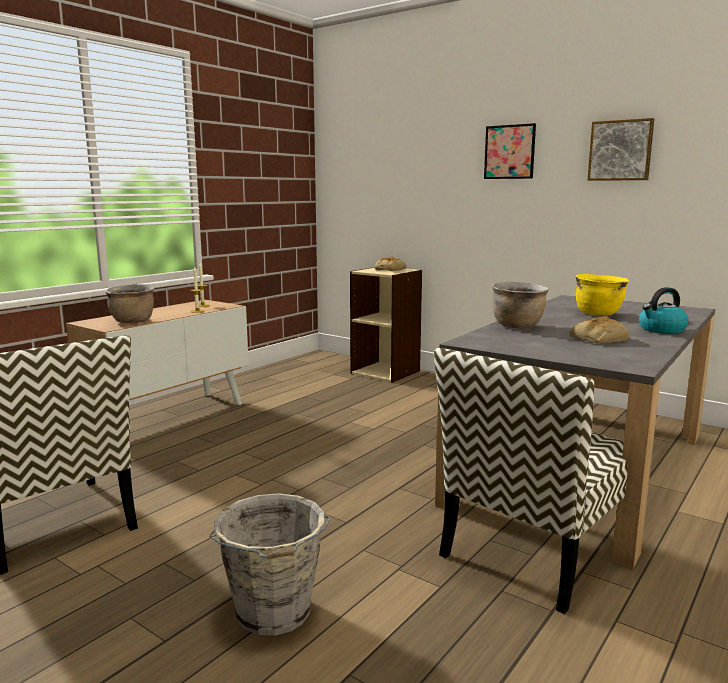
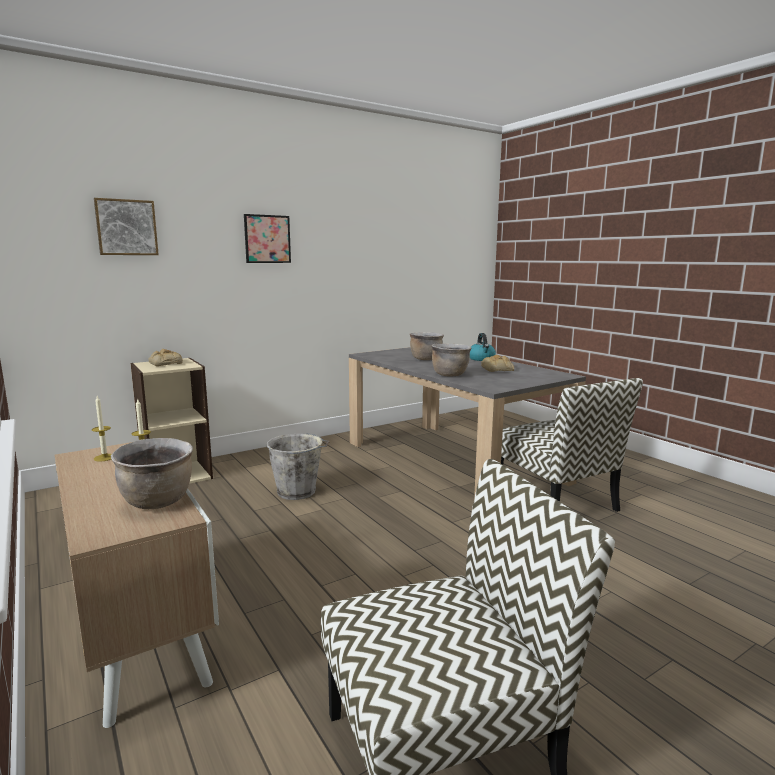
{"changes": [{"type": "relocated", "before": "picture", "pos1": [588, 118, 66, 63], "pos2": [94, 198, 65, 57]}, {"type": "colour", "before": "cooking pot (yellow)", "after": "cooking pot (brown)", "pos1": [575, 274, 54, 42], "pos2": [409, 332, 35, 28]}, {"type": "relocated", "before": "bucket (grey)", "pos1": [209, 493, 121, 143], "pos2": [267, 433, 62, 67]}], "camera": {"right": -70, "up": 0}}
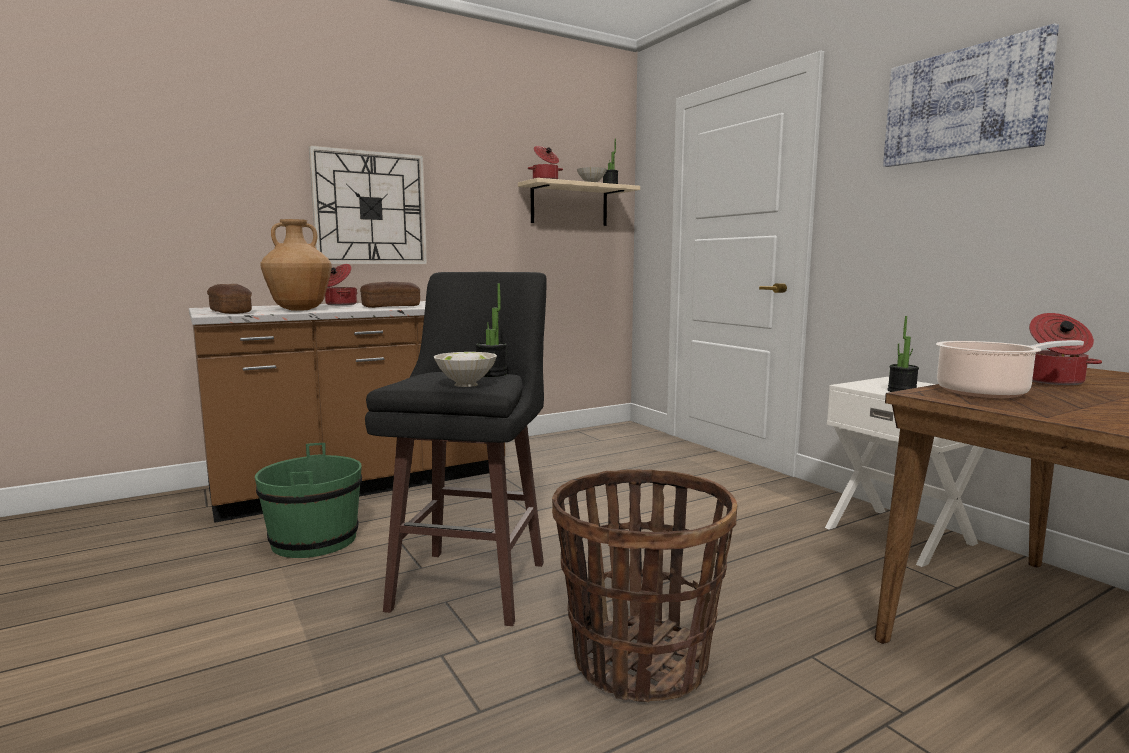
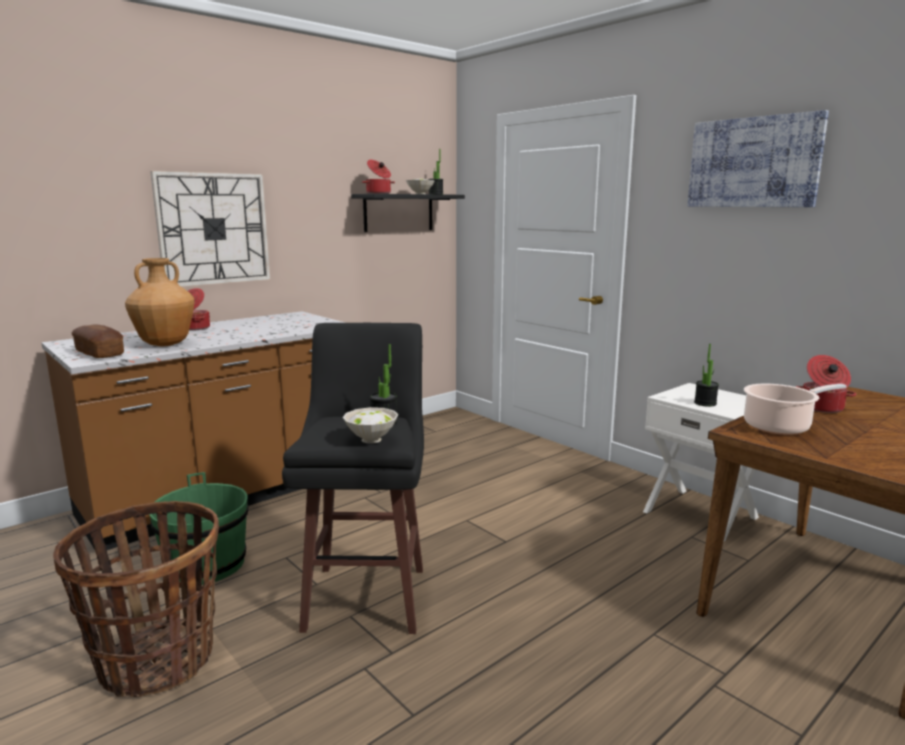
{"changes": [{"type": "colour", "before": "shelf (beige)", "after": "shelf (black)", "pos1": [518, 178, 122, 48], "pos2": [351, 194, 114, 38]}, {"type": "missing", "before": "bread", "pos1": [360, 282, 60, 26]}, {"type": "relocated", "before": "basket", "pos1": [552, 469, 185, 233], "pos2": [53, 501, 166, 196]}], "camera": {"right": -10, "up": 5}}
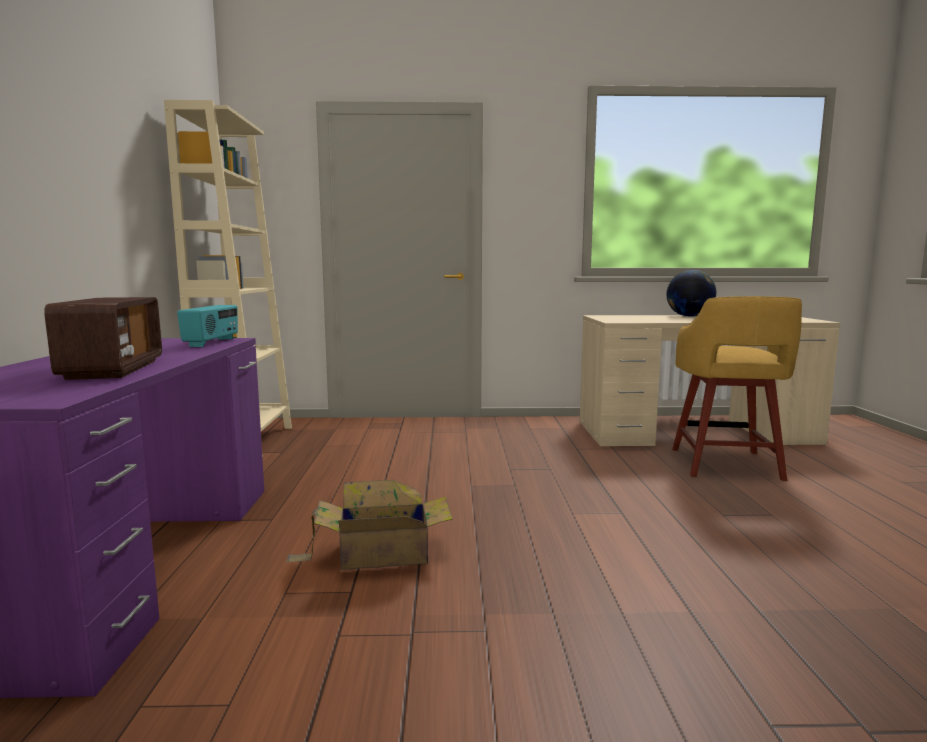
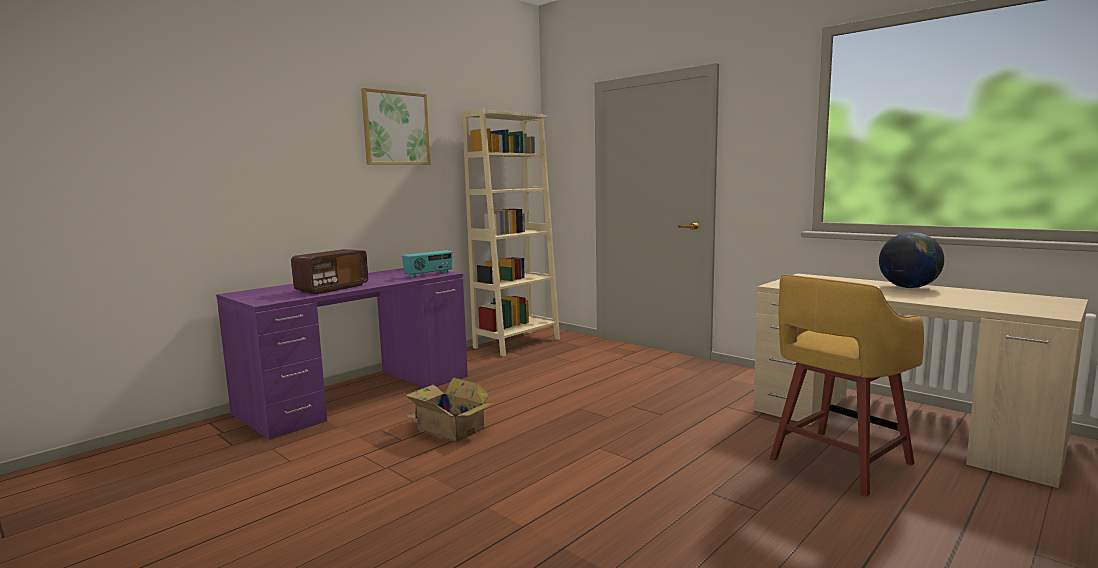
{"changes": [{"type": "appeared", "after": "picture", "pos2": [361, 88, 69, 77]}], "camera": {"right": 45, "up": 0}}
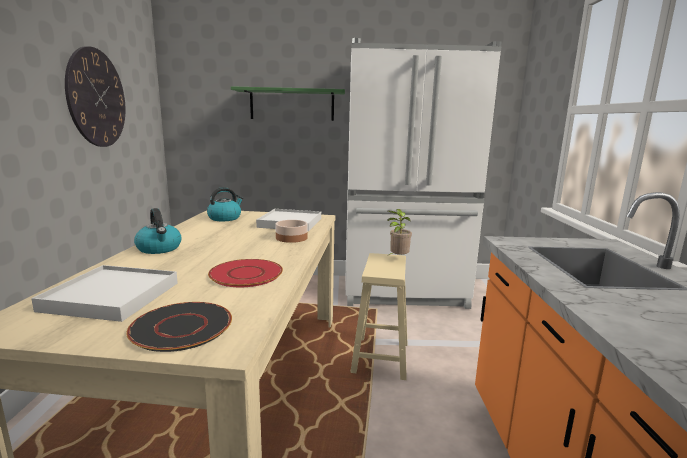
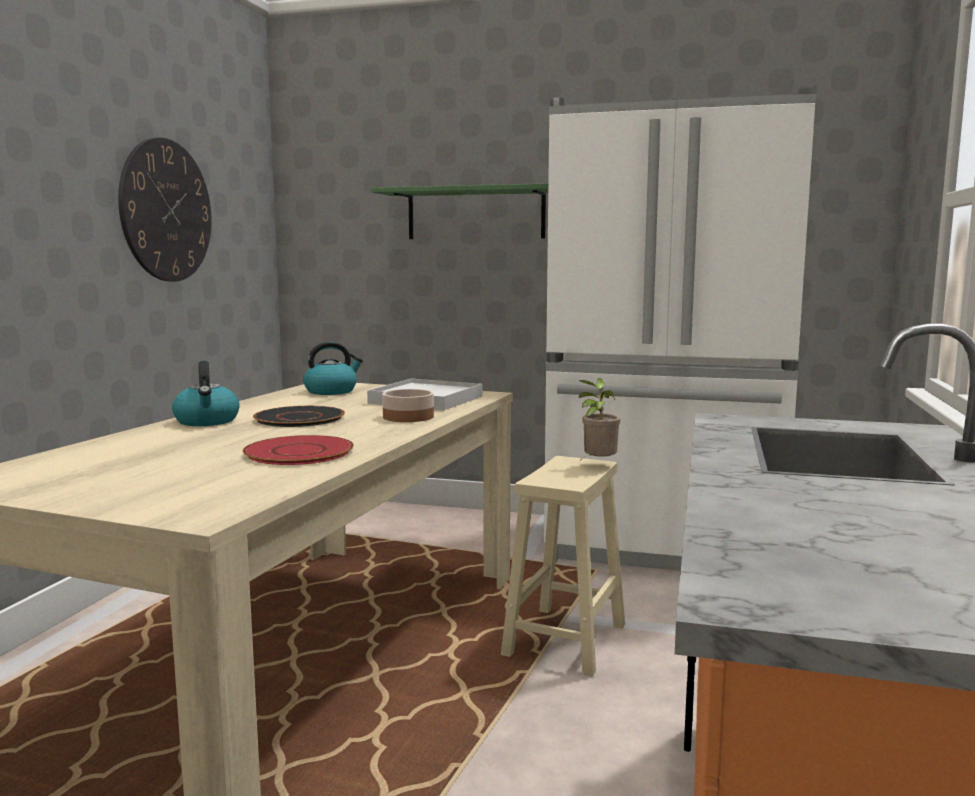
{"changes": [{"type": "missing", "before": "tray (white)", "pos1": [31, 265, 147, 57]}, {"type": "relocated", "before": "plate (black)", "pos1": [126, 302, 106, 50], "pos2": [253, 406, 92, 21]}], "camera": {"right": 15, "up": -5}}
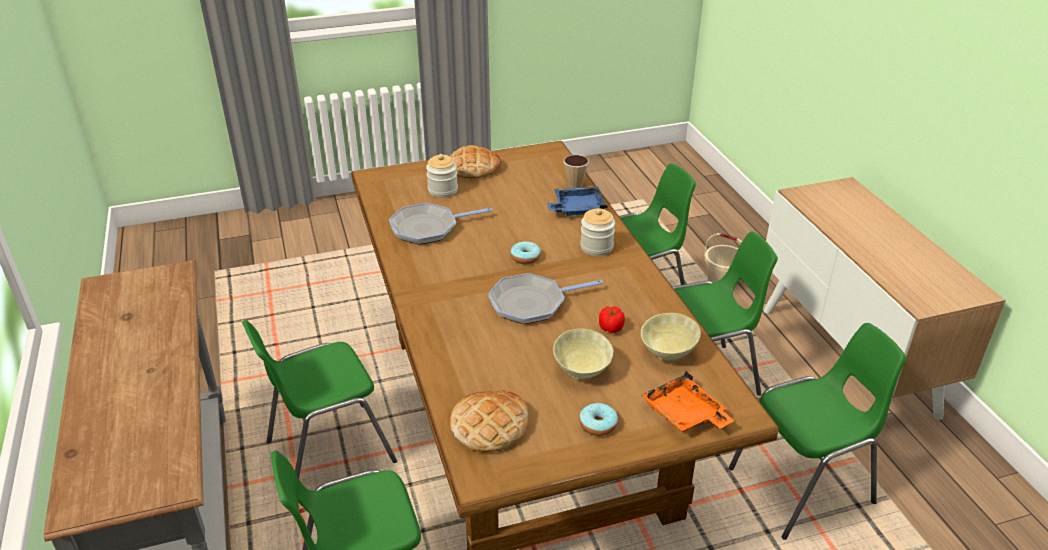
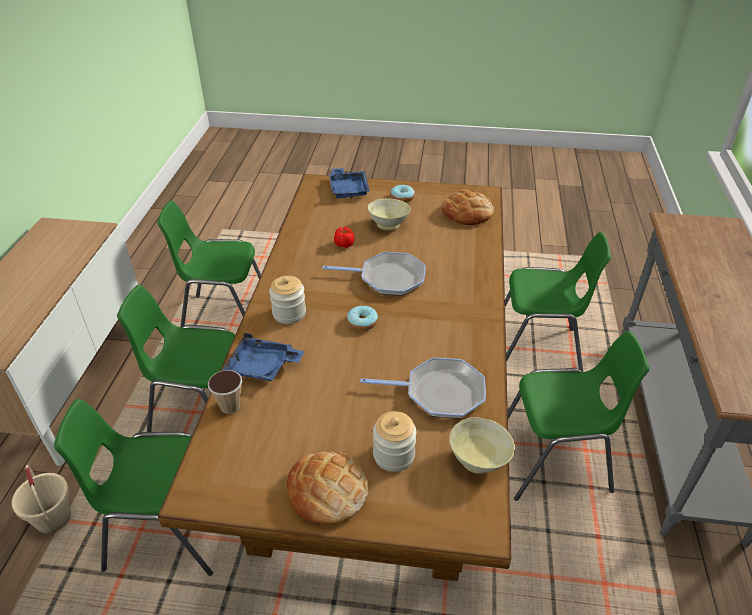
{"changes": [{"type": "relocated", "before": "bowl (beige)", "pos1": [641, 313, 60, 49], "pos2": [449, 417, 66, 57]}, {"type": "colour", "before": "tray (orange)", "after": "tray (blue)", "pos1": [642, 371, 92, 61], "pos2": [329, 168, 41, 30]}], "camera": {"right": -155, "up": 5}}
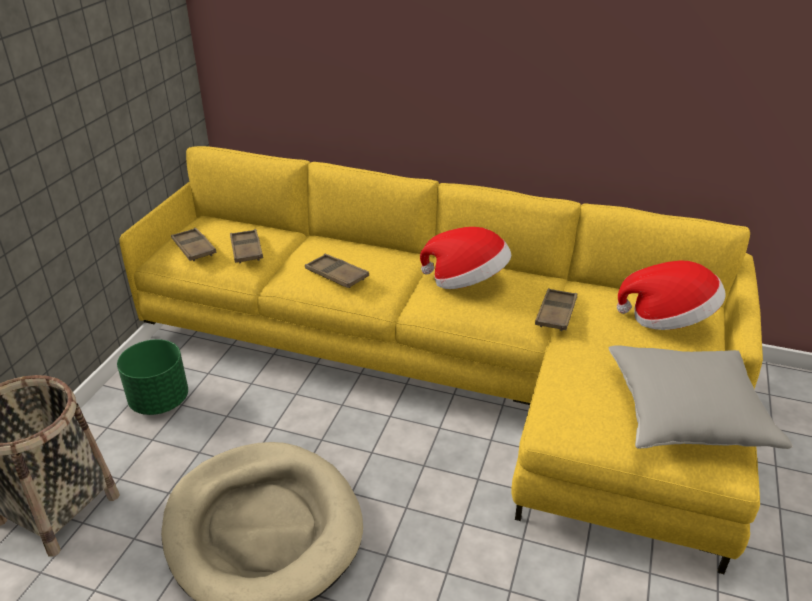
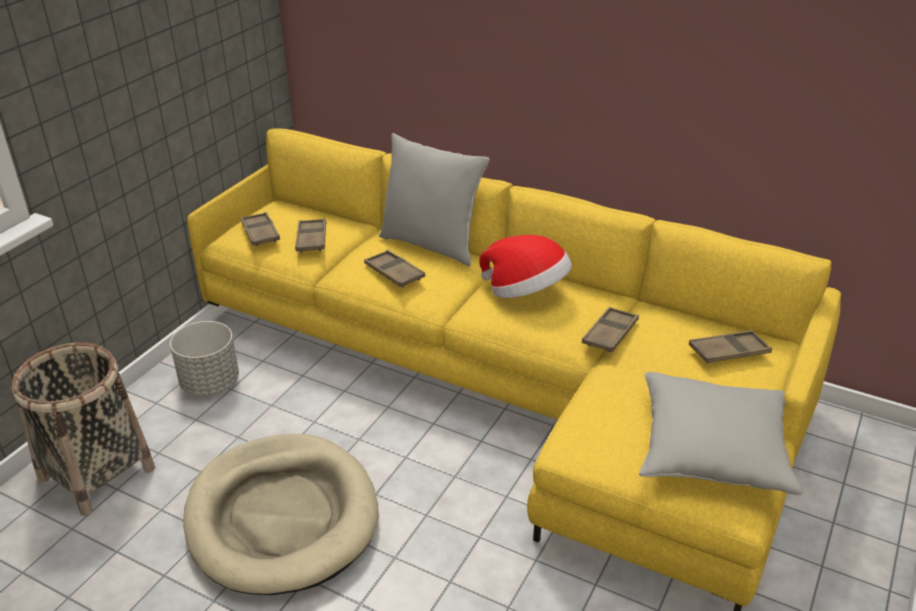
{"changes": [{"type": "exchanged", "before": "hat", "after": "tray (brown)", "pos1": [617, 260, 109, 70], "pos2": [689, 330, 83, 34]}, {"type": "colour", "before": "planter (green)", "after": "planter (grey)", "pos1": [117, 339, 71, 76], "pos2": [170, 321, 69, 74]}, {"type": "appeared", "after": "pillow (grey)", "pos2": [379, 133, 111, 133]}], "camera": {"right": 10, "up": 0}}
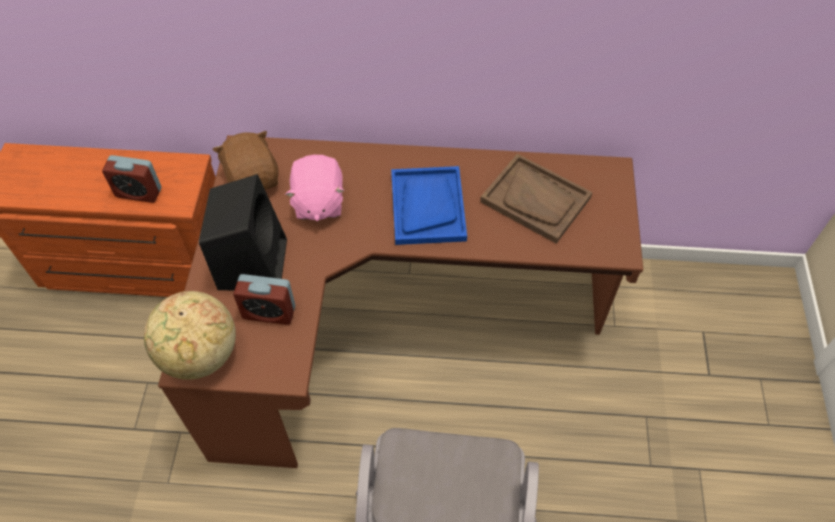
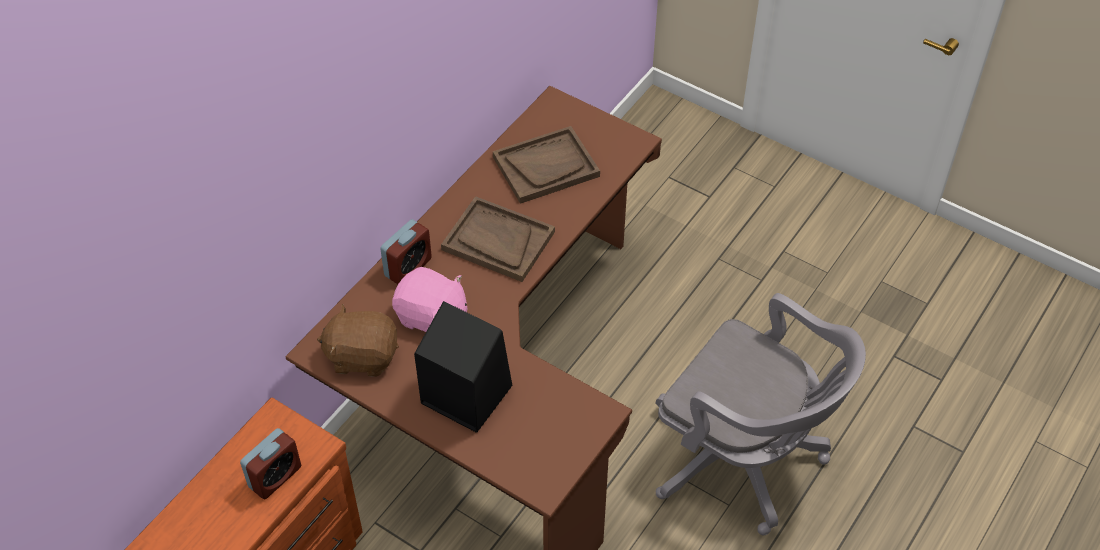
{"changes": [{"type": "colour", "before": "tray (blue)", "after": "tray (brown)", "pos1": [391, 166, 76, 79], "pos2": [441, 196, 114, 86]}, {"type": "relocated", "before": "alarm clock", "pos1": [233, 274, 62, 51], "pos2": [380, 219, 52, 65]}, {"type": "missing", "before": "globe", "pos1": [144, 291, 92, 89]}], "camera": {"right": -60, "up": -5}}
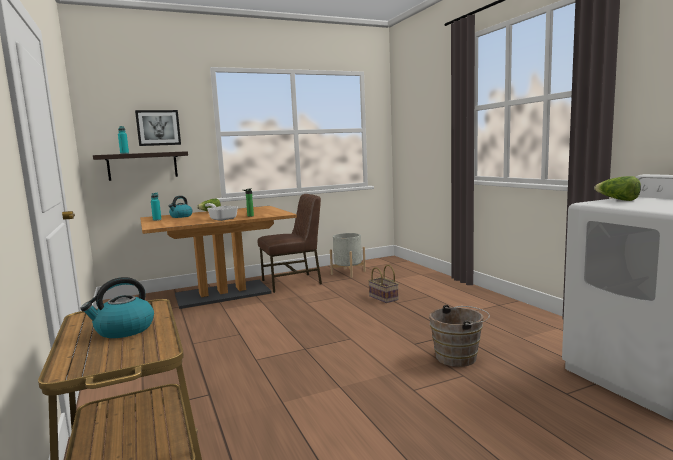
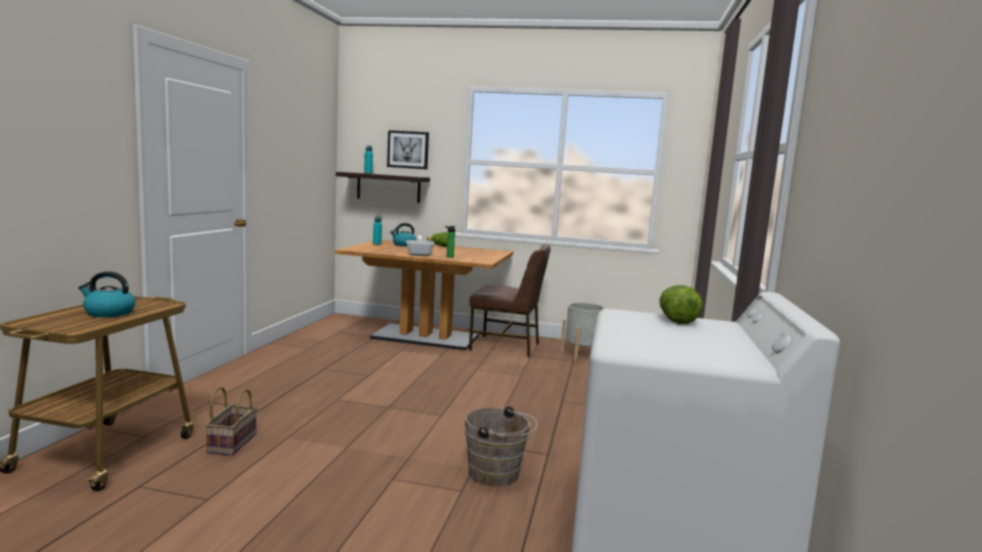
{"changes": [{"type": "relocated", "before": "basket", "pos1": [368, 265, 31, 38], "pos2": [205, 387, 52, 68]}], "camera": {"right": 35, "up": 0}}
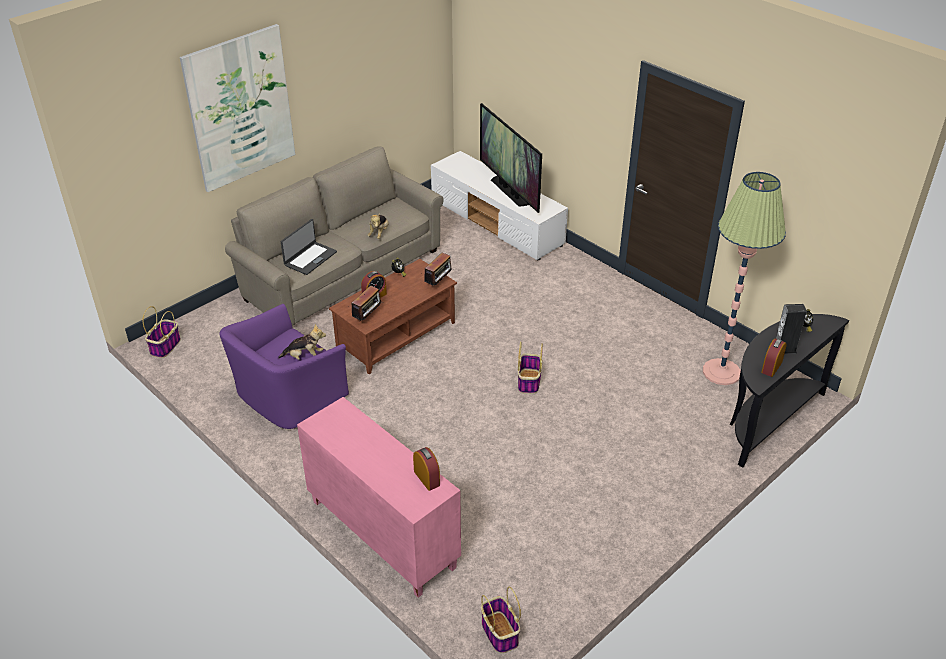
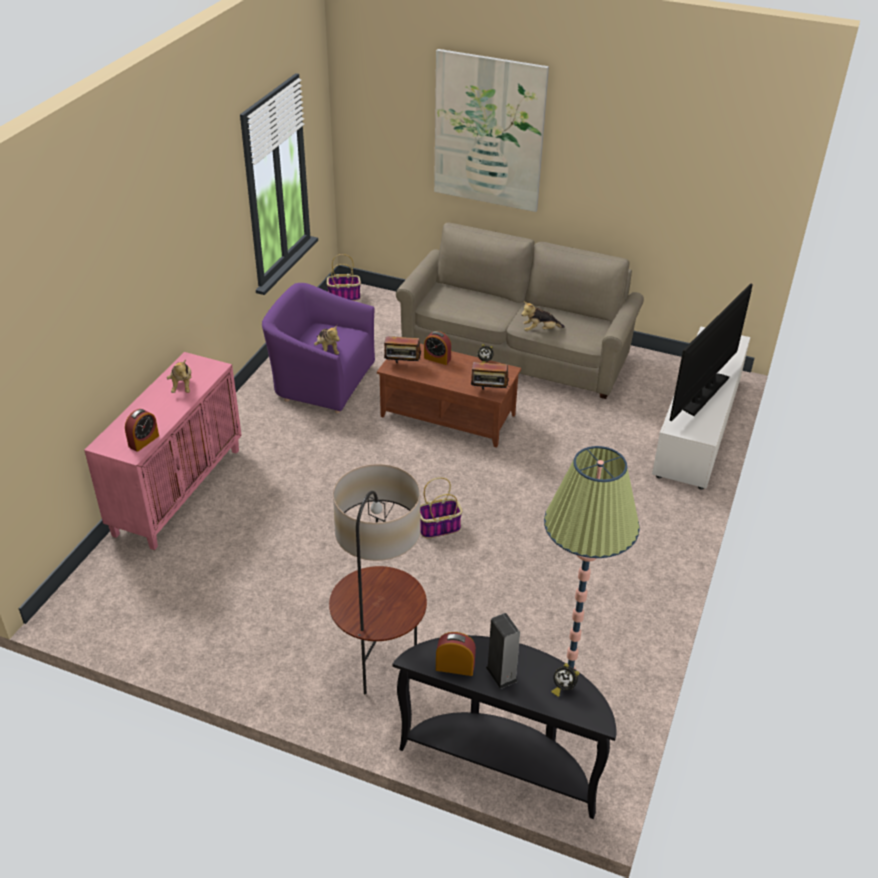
{"changes": [{"type": "missing", "before": "laptop", "pos1": [281, 219, 56, 56]}, {"type": "missing", "before": "basket", "pos1": [481, 587, 40, 66]}, {"type": "appeared", "after": "plush toy", "pos2": [167, 359, 24, 34]}, {"type": "appeared", "after": "floor lamp", "pos2": [329, 464, 98, 230]}], "camera": {"right": 65, "up": 0}}
